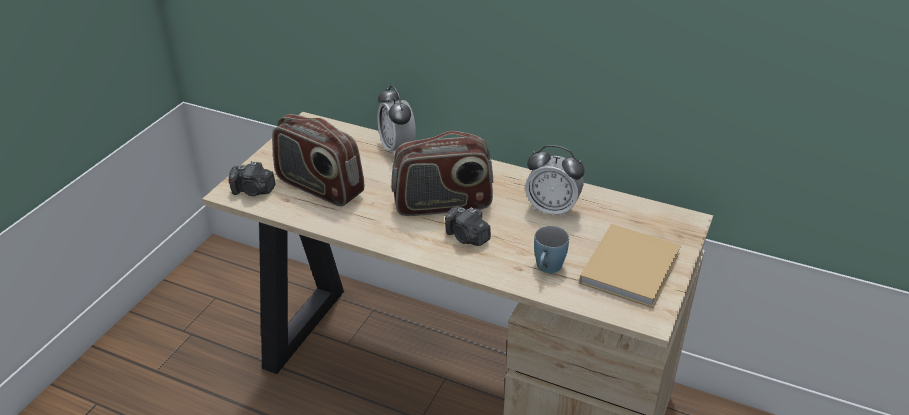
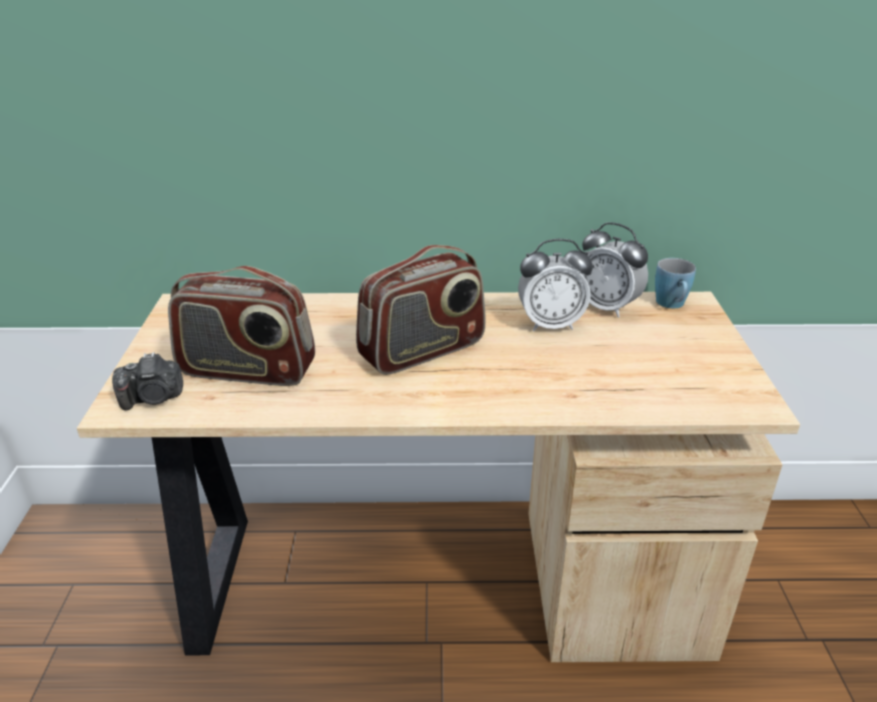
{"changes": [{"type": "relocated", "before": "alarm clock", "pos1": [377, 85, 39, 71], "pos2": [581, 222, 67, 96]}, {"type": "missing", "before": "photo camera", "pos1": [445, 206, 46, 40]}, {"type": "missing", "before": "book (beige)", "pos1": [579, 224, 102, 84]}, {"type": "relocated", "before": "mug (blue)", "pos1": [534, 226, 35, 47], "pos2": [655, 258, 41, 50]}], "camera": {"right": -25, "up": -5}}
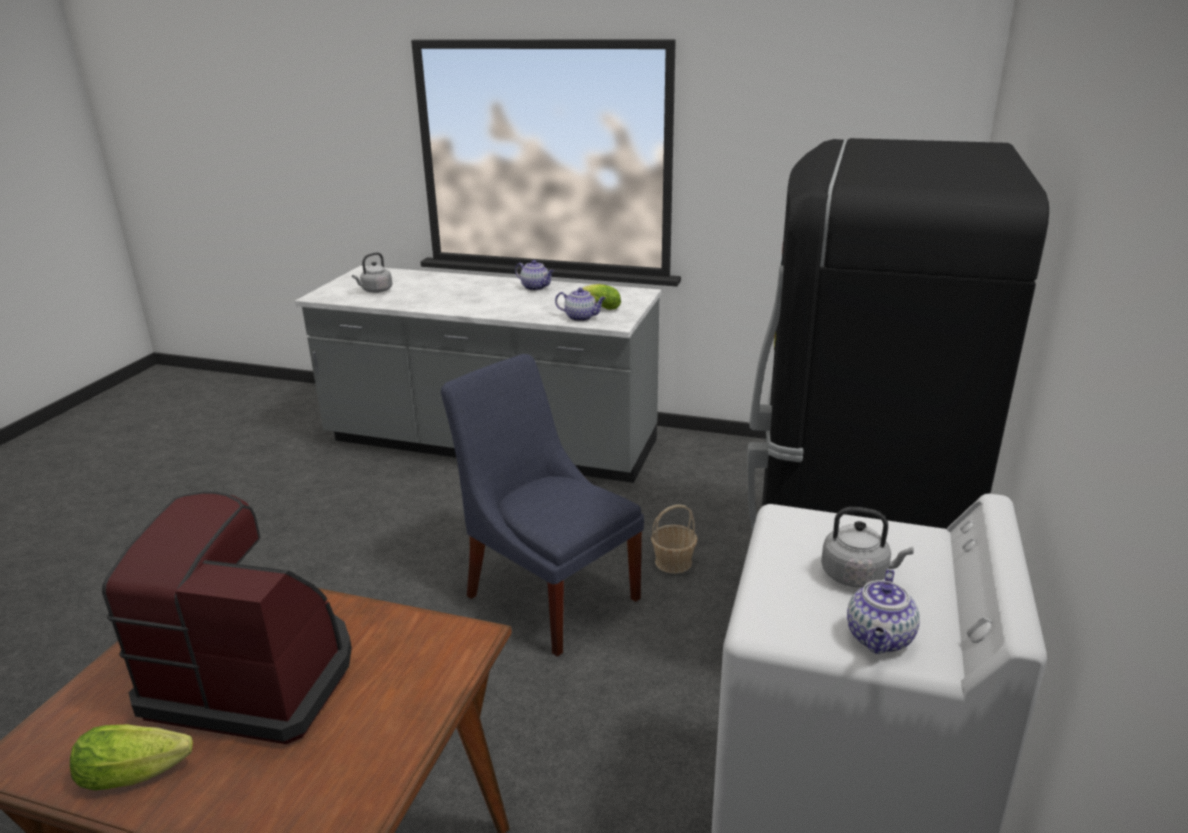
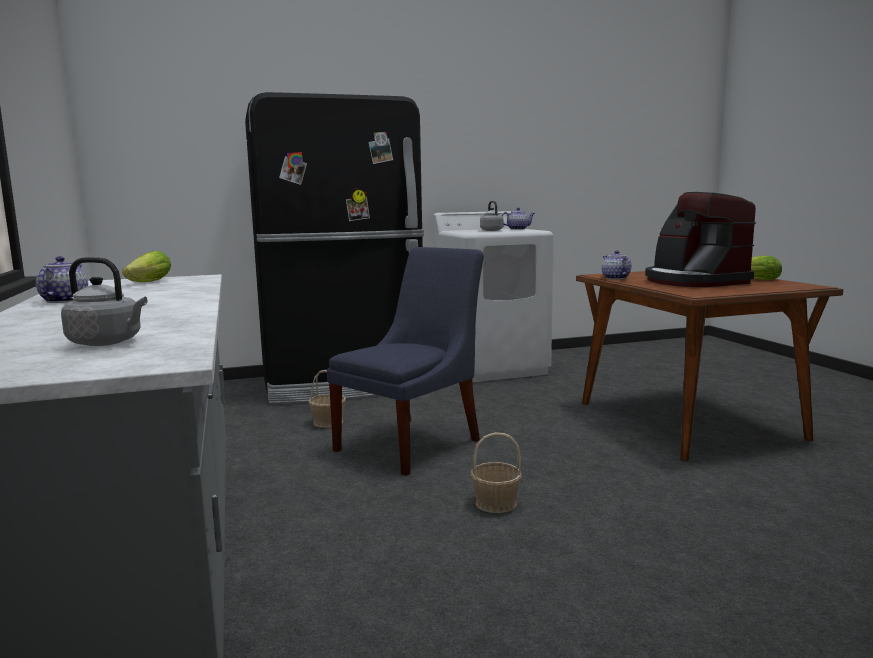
{"changes": [{"type": "relocated", "before": "teapot", "pos1": [555, 288, 51, 33], "pos2": [602, 250, 29, 29]}, {"type": "spun", "before": "chair (blue)", "pos1": [441, 354, 203, 303], "pos2": [327, 247, 157, 229], "turn": -150}, {"type": "appeared", "after": "basket", "pos2": [471, 432, 51, 81]}], "camera": {"right": -125, "up": -15}}
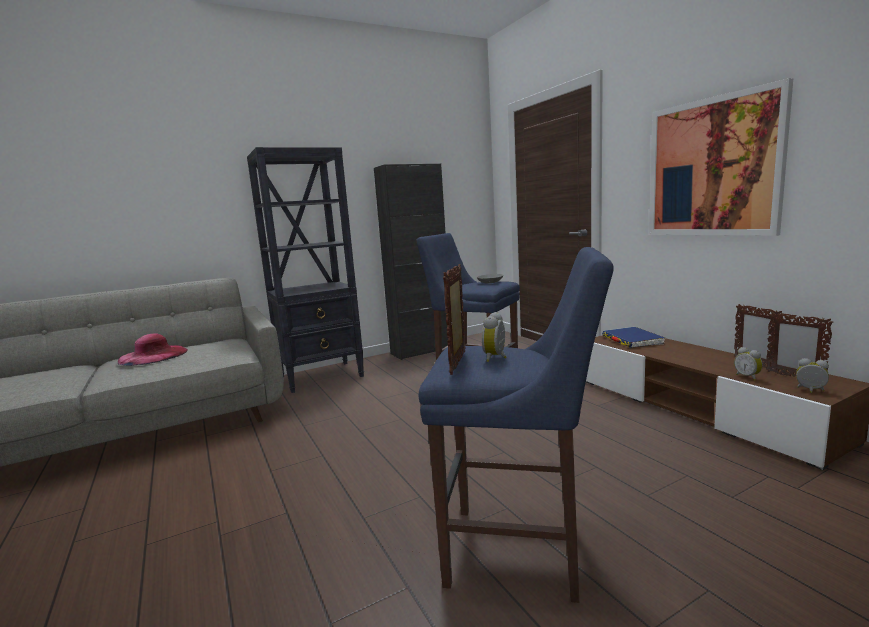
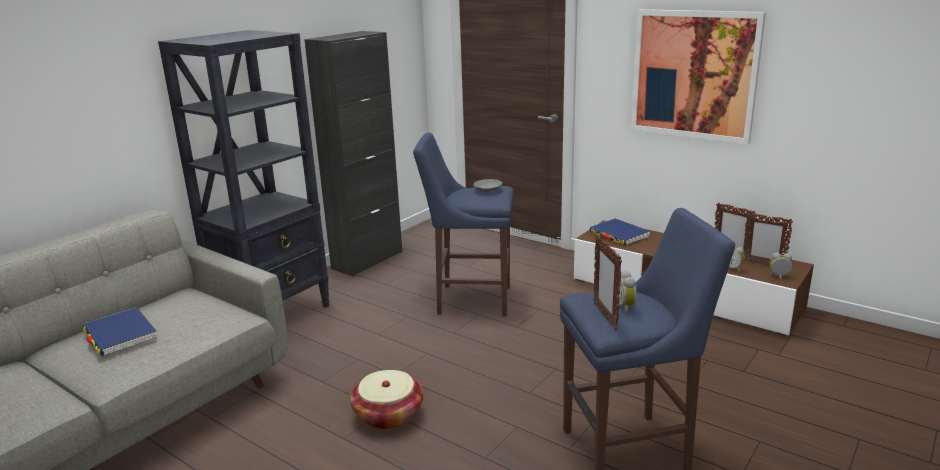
{"changes": [{"type": "exchanged", "before": "hat (pink)", "after": "book (blue)", "pos1": [118, 334, 70, 32], "pos2": [83, 307, 74, 49]}, {"type": "appeared", "after": "basket", "pos2": [350, 370, 73, 59]}], "camera": {"right": -25, "up": 10}}
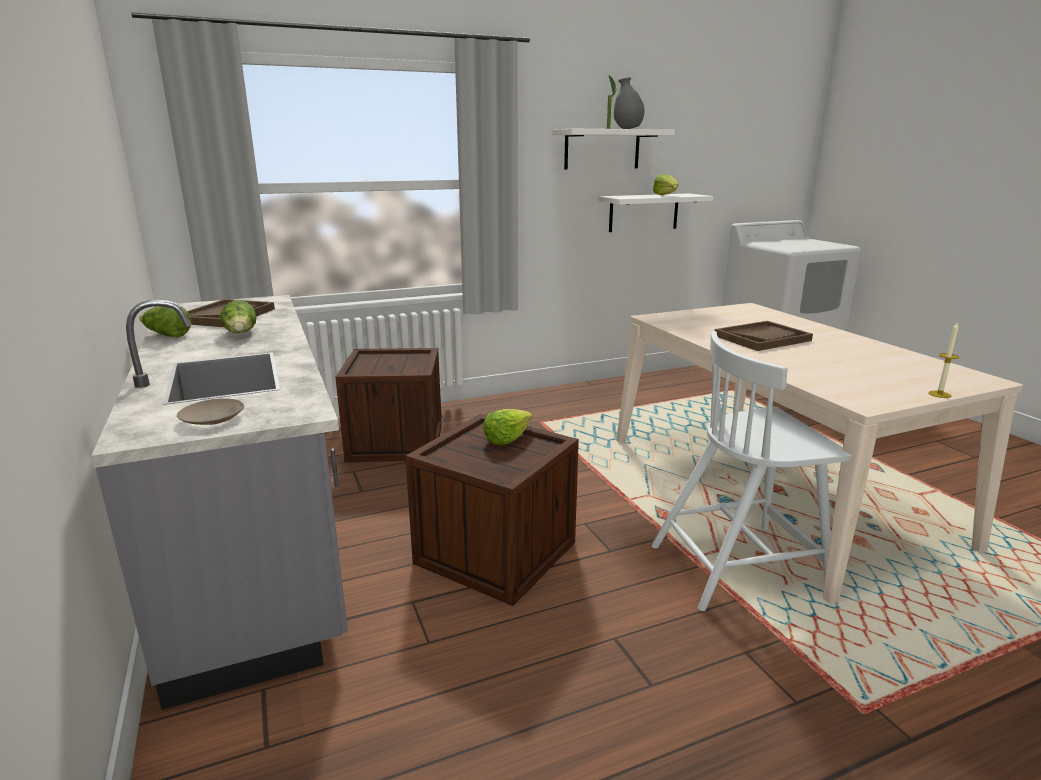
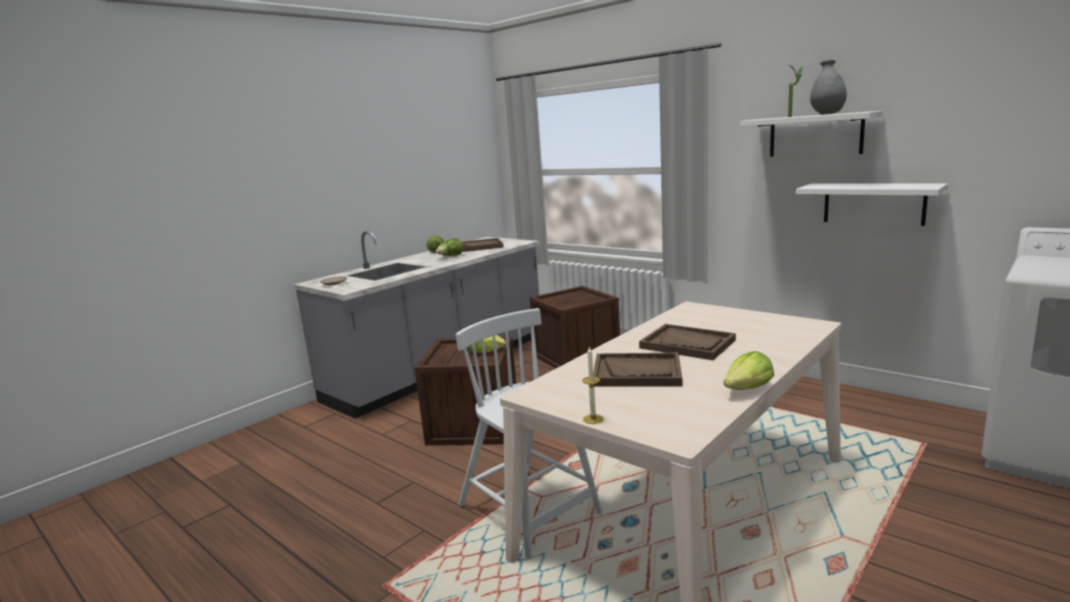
{"changes": [{"type": "relocated", "before": "lettuce", "pos1": [653, 174, 25, 21], "pos2": [723, 351, 51, 39]}, {"type": "appeared", "after": "tray (brown)", "pos2": [593, 353, 89, 34]}], "camera": {"right": 65, "up": -5}}
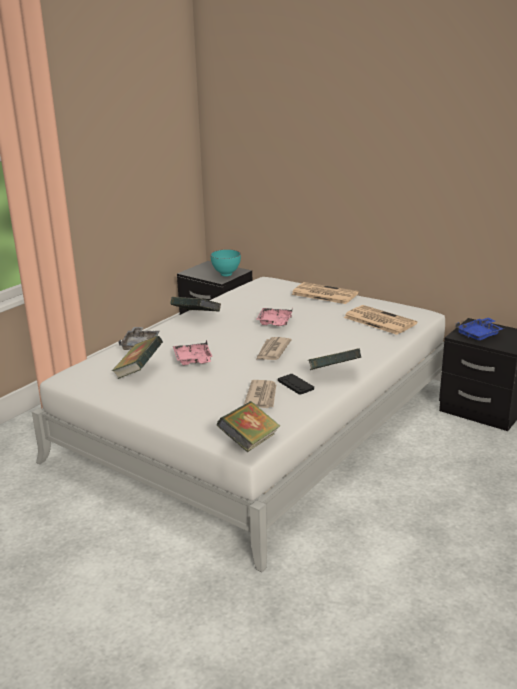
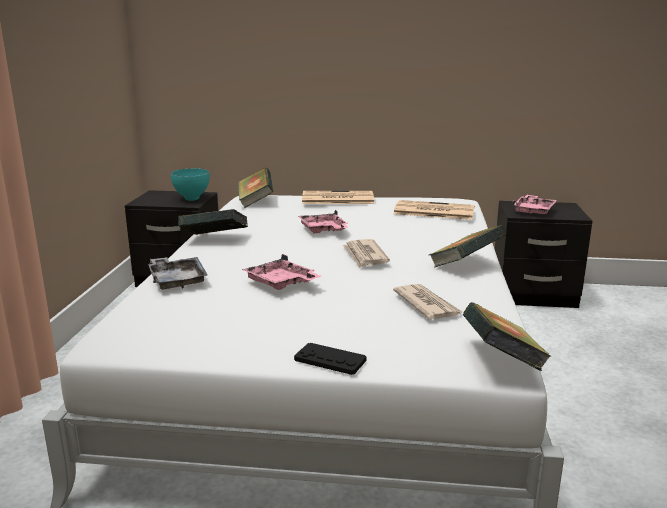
{"changes": [{"type": "colour", "before": "tray (blue)", "after": "tray (pink)", "pos1": [456, 318, 48, 22], "pos2": [513, 195, 44, 20]}, {"type": "relocated", "before": "book", "pos1": [112, 336, 51, 43], "pos2": [238, 167, 35, 41]}, {"type": "relocated", "before": "game controller (black)", "pos1": [278, 374, 36, 21], "pos2": [294, 343, 73, 32]}], "camera": {"right": -30, "up": -5}}
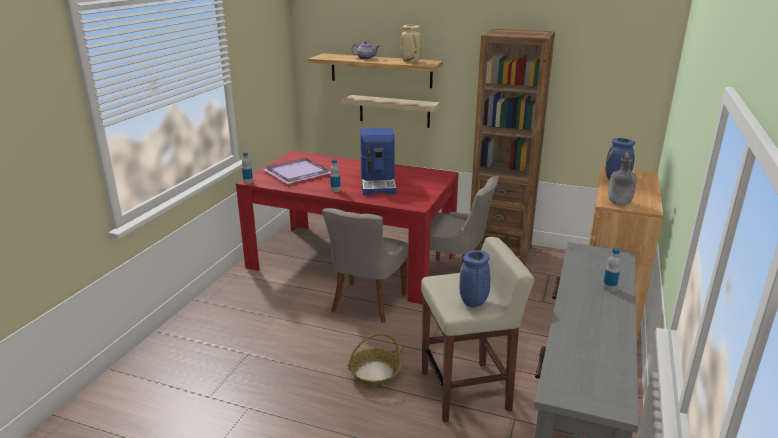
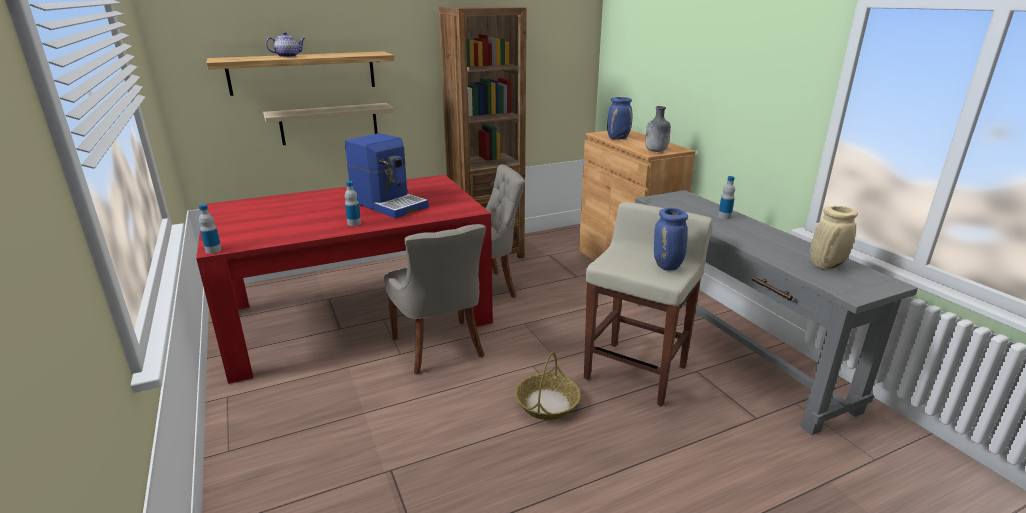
{"changes": [{"type": "relocated", "before": "vase (beige)", "pos1": [400, 25, 22, 38], "pos2": [810, 206, 48, 63]}, {"type": "missing", "before": "tray (purple)", "pos1": [263, 158, 68, 26]}], "camera": {"right": -45, "up": 0}}
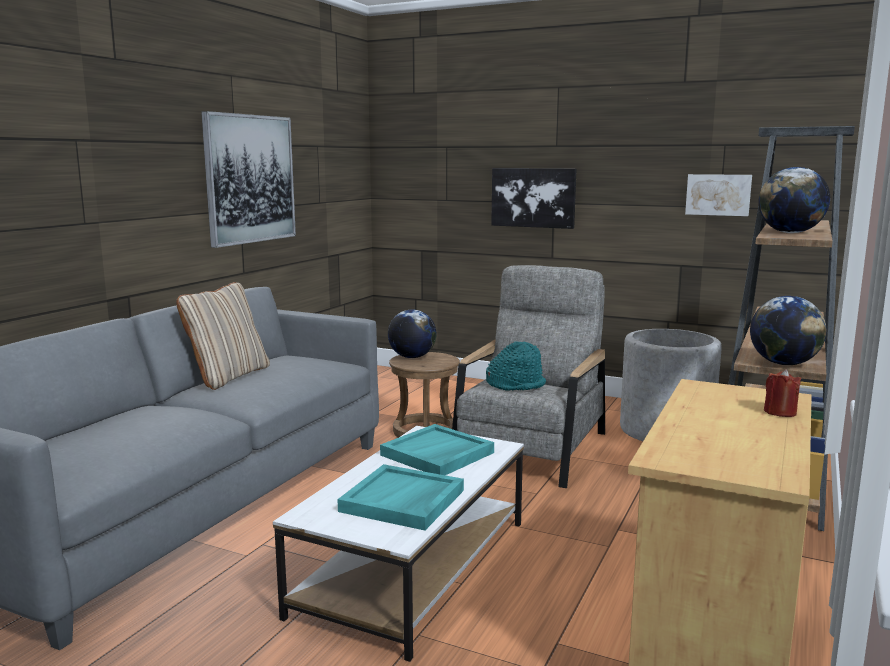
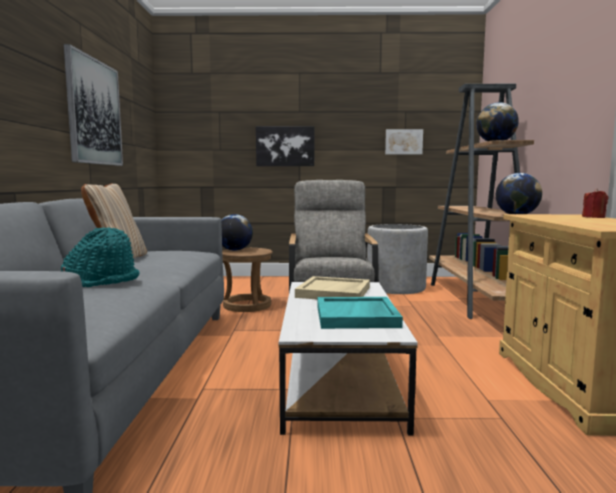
{"changes": [{"type": "relocated", "before": "hat (turquoise)", "pos1": [486, 341, 60, 50], "pos2": [61, 227, 79, 60]}, {"type": "colour", "before": "tray (turquoise)", "after": "tray (beige)", "pos1": [380, 424, 114, 51], "pos2": [295, 276, 75, 23]}], "camera": {"right": -25, "up": -5}}
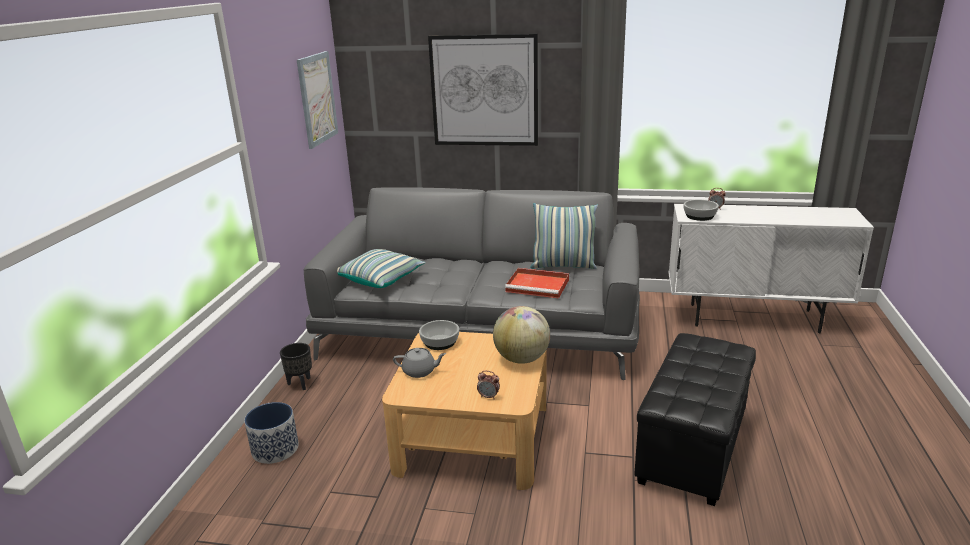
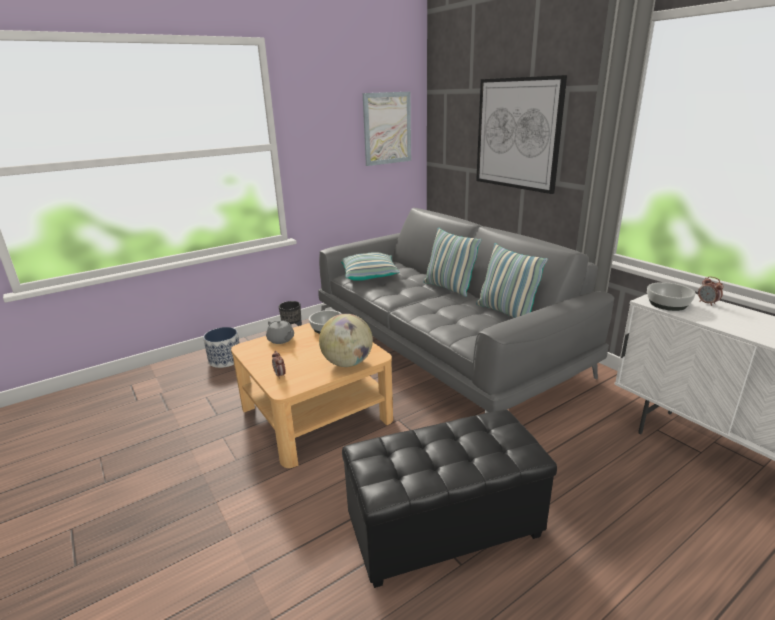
{"changes": [{"type": "missing", "before": "tray (red)", "pos1": [505, 268, 64, 30]}, {"type": "appeared", "after": "pillow", "pos2": [424, 227, 58, 70]}], "camera": {"right": 45, "up": 0}}
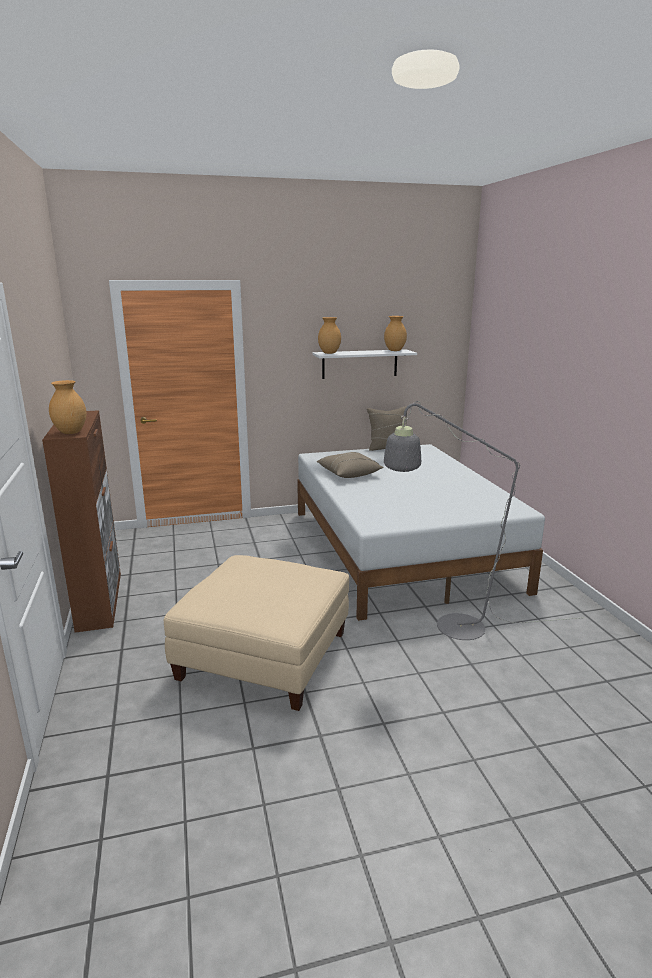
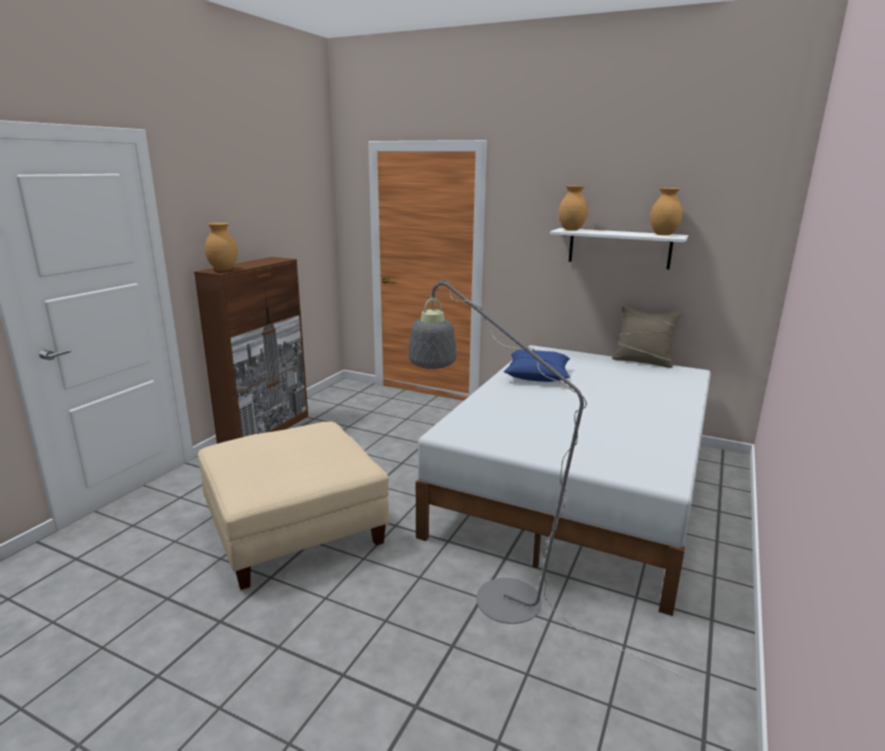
{"changes": [{"type": "colour", "before": "pillow (beige)", "after": "pillow (blue)", "pos1": [316, 452, 67, 26], "pos2": [503, 350, 67, 32]}], "camera": {"right": 40, "up": 0}}
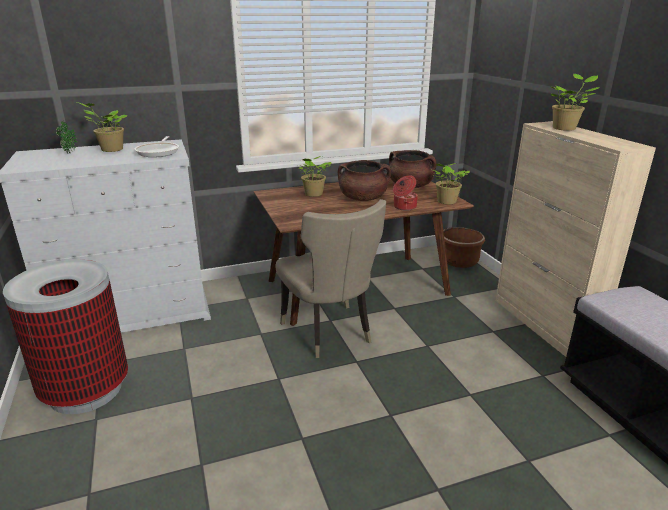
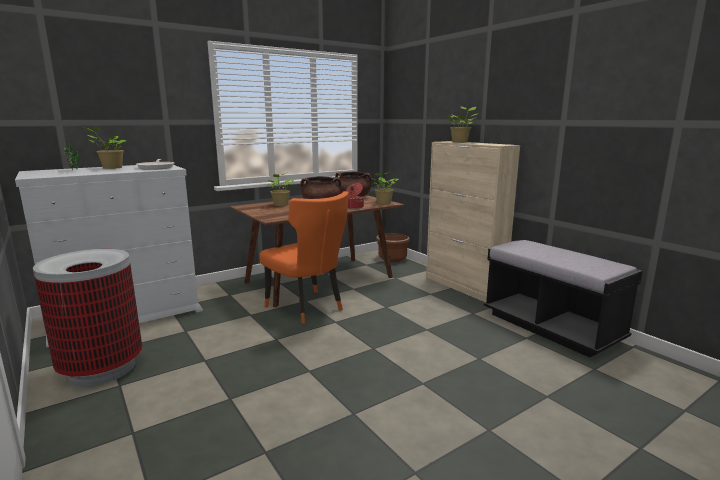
{"changes": [{"type": "colour", "before": "chair (beige)", "after": "chair (orange)", "pos1": [276, 199, 110, 159], "pos2": [259, 191, 89, 133]}], "camera": {"right": -15, "up": -10}}
